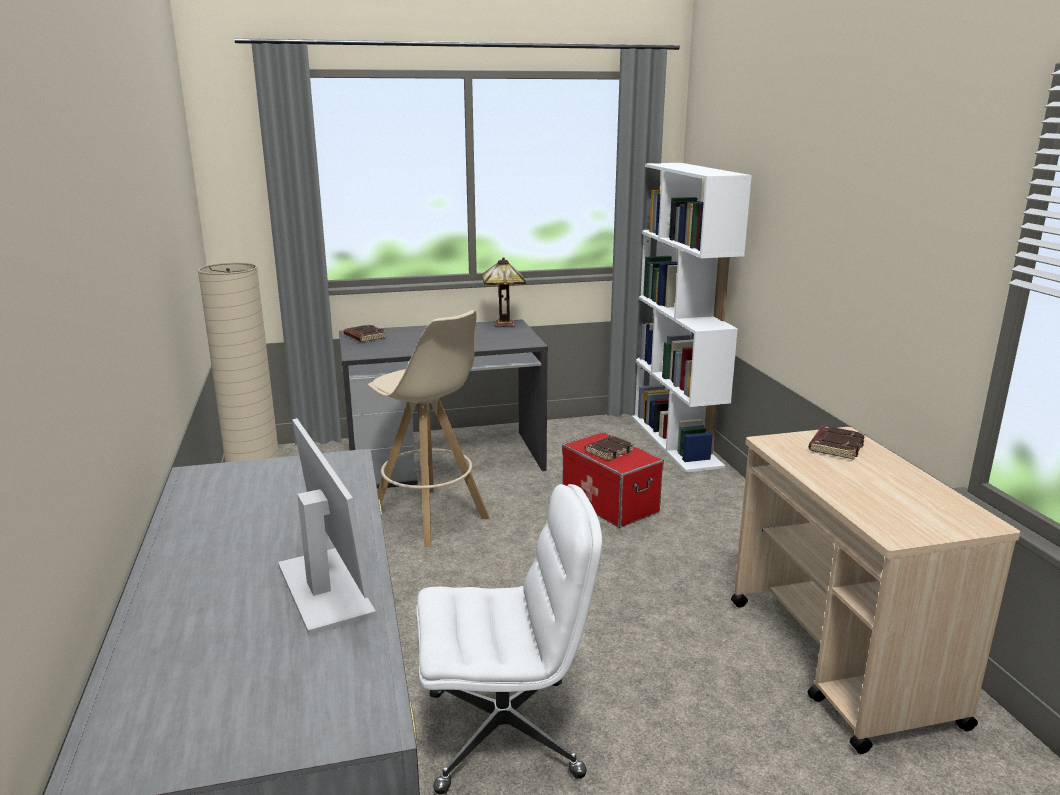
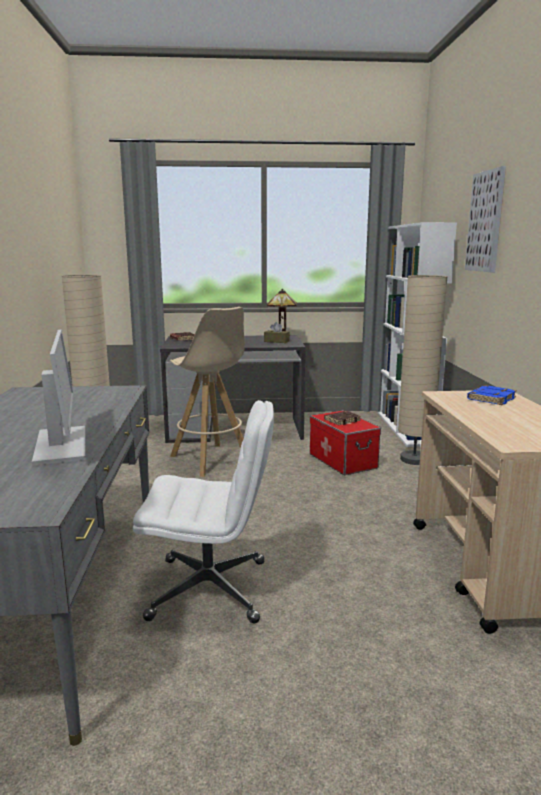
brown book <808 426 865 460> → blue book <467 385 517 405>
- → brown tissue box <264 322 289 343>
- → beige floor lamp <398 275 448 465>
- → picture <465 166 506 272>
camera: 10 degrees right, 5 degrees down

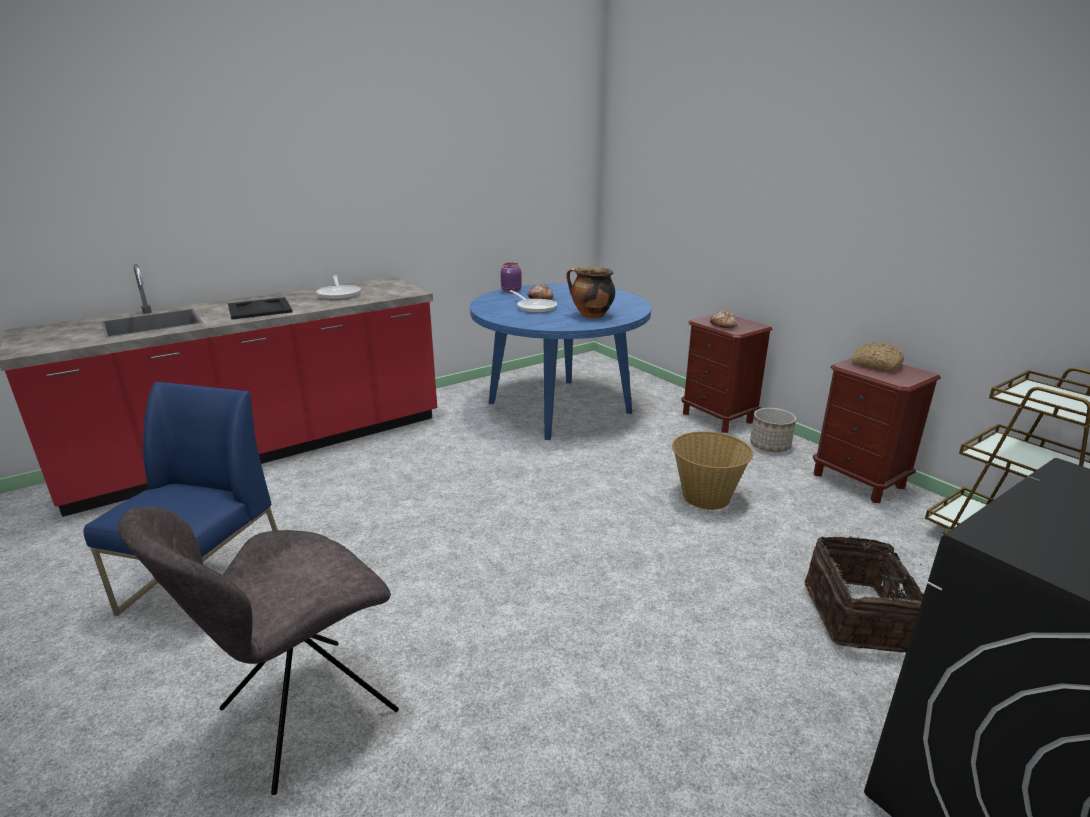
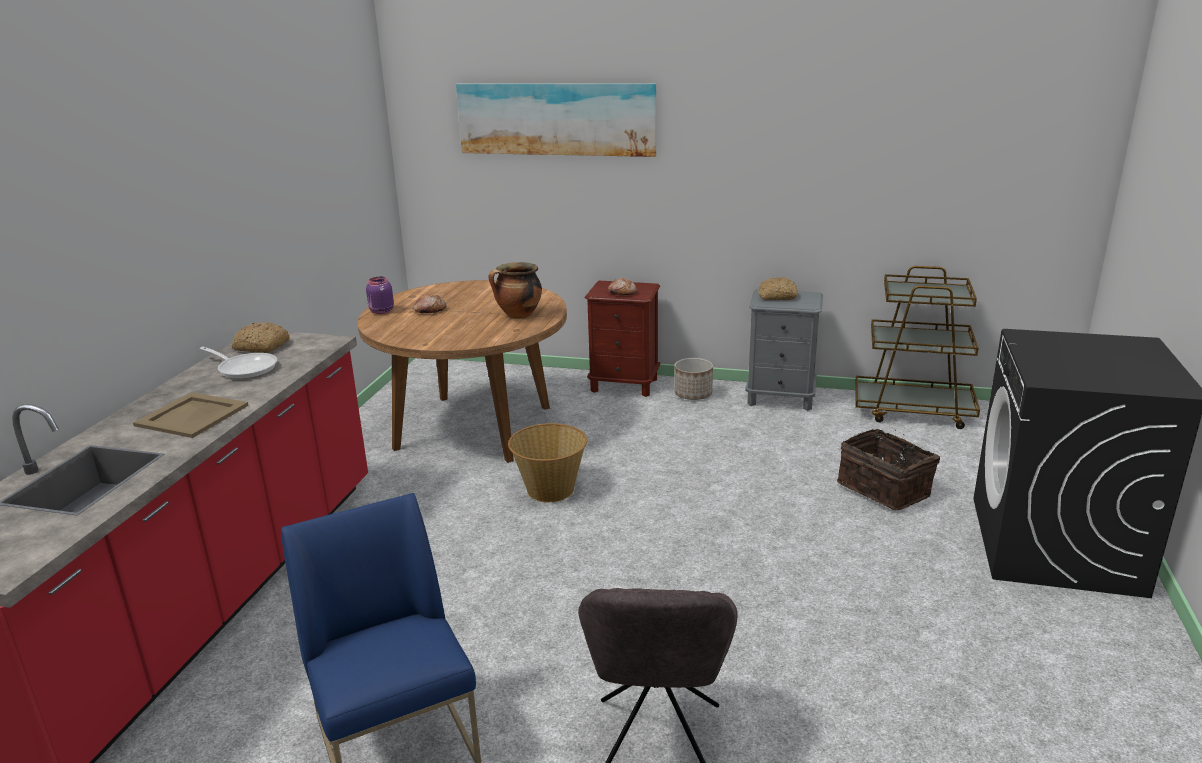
black tray <228 297 292 319> → beige tray <133 392 249 438>
blue dining table <470 284 651 440> → brown dining table <357 280 567 463>
frying pan <510 290 557 313> → -
basket <672 431 753 510> → basket <508 423 587 502>, moved
brown nightstand <813 358 941 503> → grey nightstand <745 289 823 411>
- → bread <232 322 290 353>
- → picture <456 84 656 157>
camera: 40 degrees left, 0 degrees up

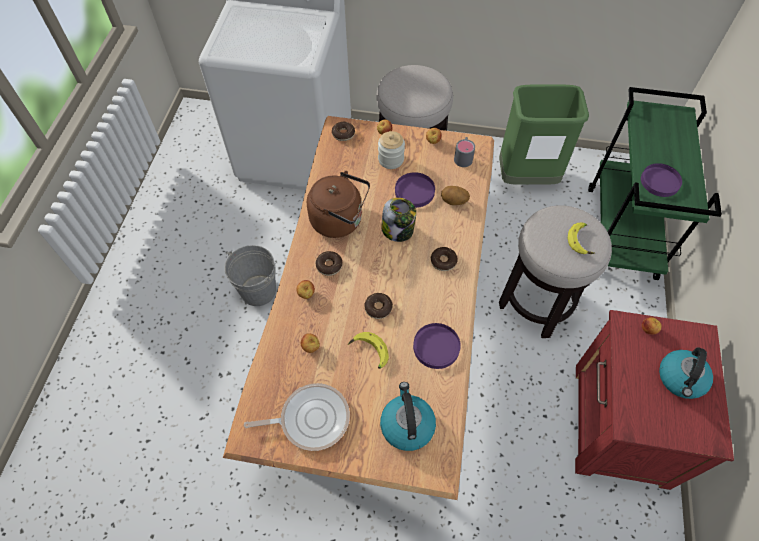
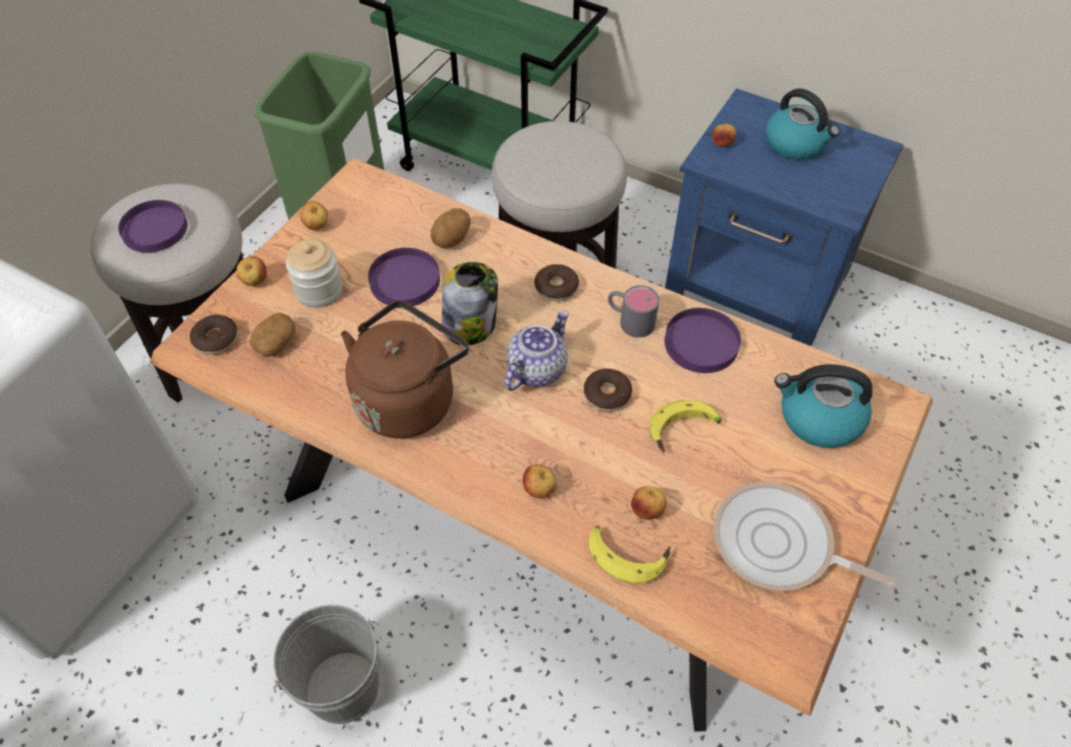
frying pan <244 383 350 451> → frying pan <714 482 897 591>, 75 degrees counterclockwise
donut <315 251 343 276> → -
grey mug <454 137 475 167> → grey mug <608 285 659 338>, moved
banana <567 223 594 254> → banana <588 526 670 584>, moved
red nightstand <575 310 734 490> → blue nightstand <665 88 904 346>
purple plate <641 163 682 197> → purple plate <118 200 188 253>, moved
- → potato <250 313 295 357>
- → teapot <504 311 569 391>
camera: 70 degrees left, 5 degrees down

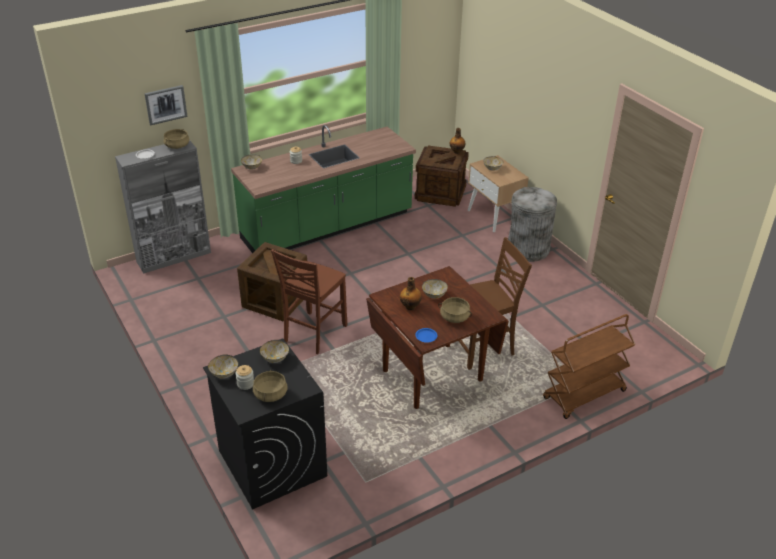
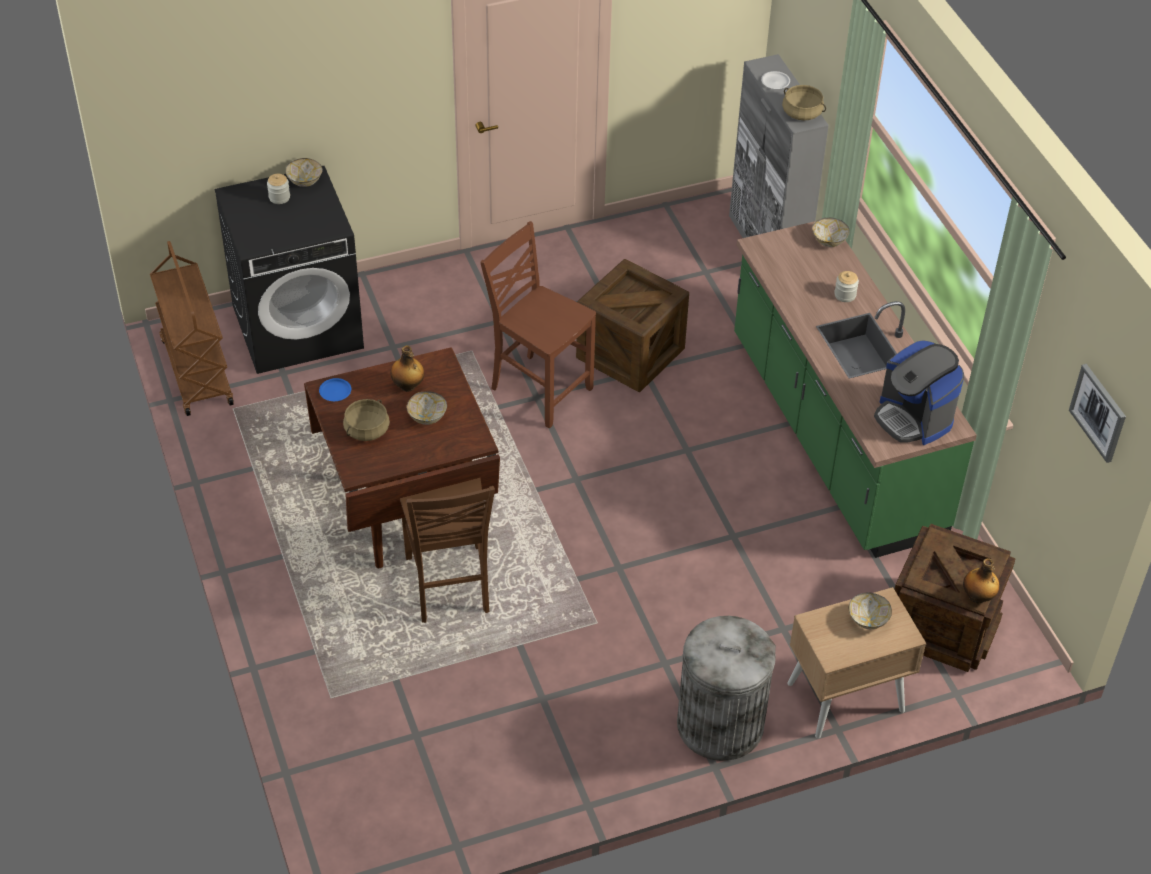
picture <144 85 188 125> → picture <1069 364 1126 463>, moved
beige cooking pot <253 370 287 402> → -
bowl <260 340 289 363> → -
brown cart <543 314 636 419> → brown cart <150 241 234 416>, moved
- → coffee machine <874 340 964 445>
camera: 100 degrees right, 10 degrees up

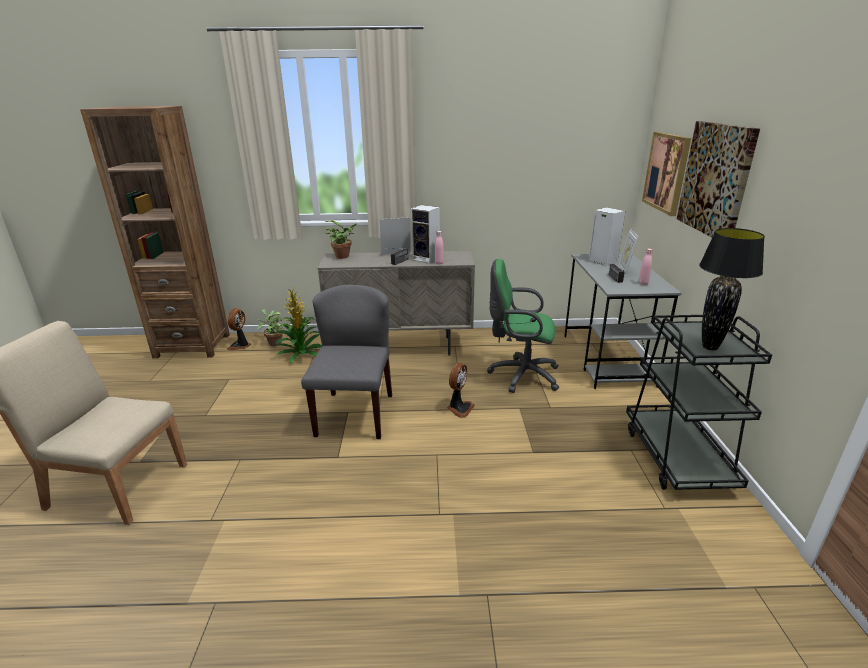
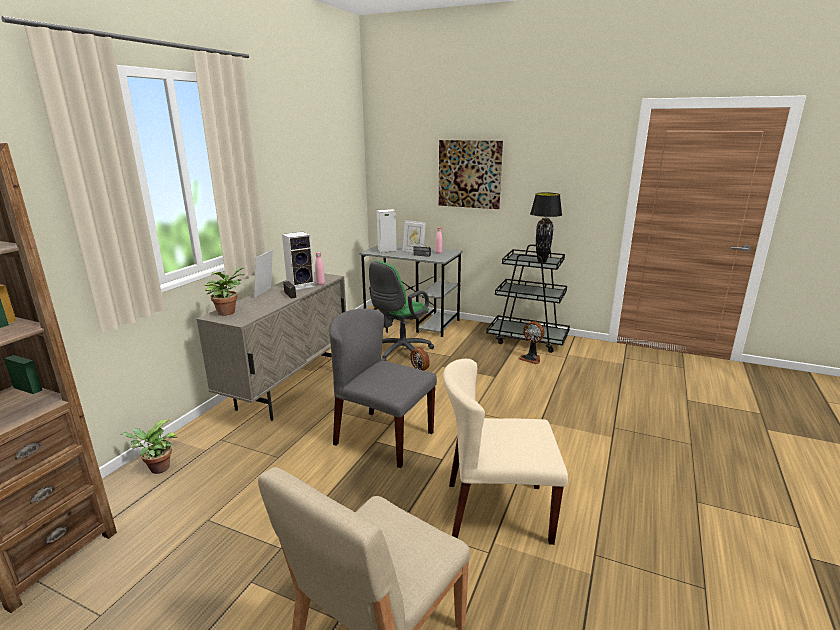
fan <227 308 251 351> → fan <518 321 544 364>, moved
potted plant <276 288 322 363> → -
picture <642 132 691 216> → -
- → beige chair <443 359 568 545>
camera: 65 degrees left, 5 degrees down

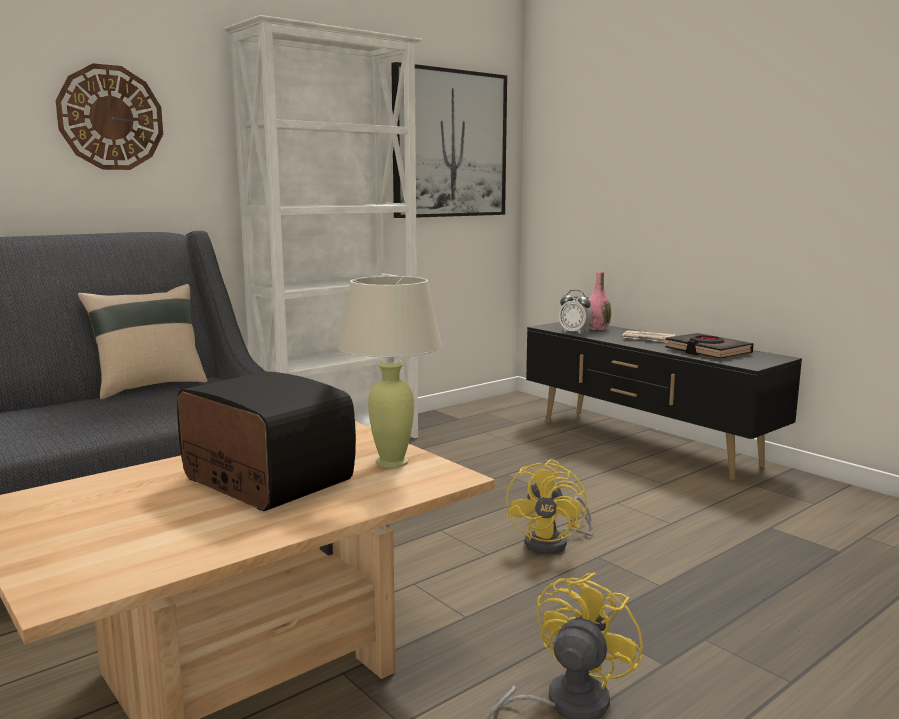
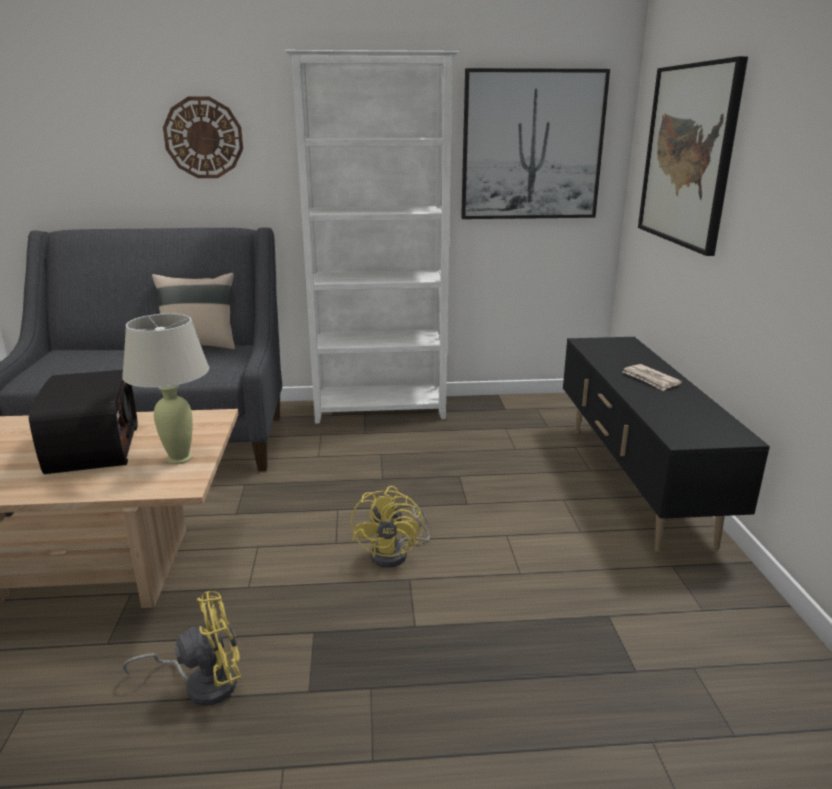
yellow fan <506 459 593 555> → yellow fan <351 486 430 568>, 45 degrees counterclockwise
alarm clock <559 290 592 334> → -
pink vase <588 272 611 330> → -
black book <665 333 754 359> → -
- → picture <638 56 748 256>
camera: 35 degrees right, 10 degrees up

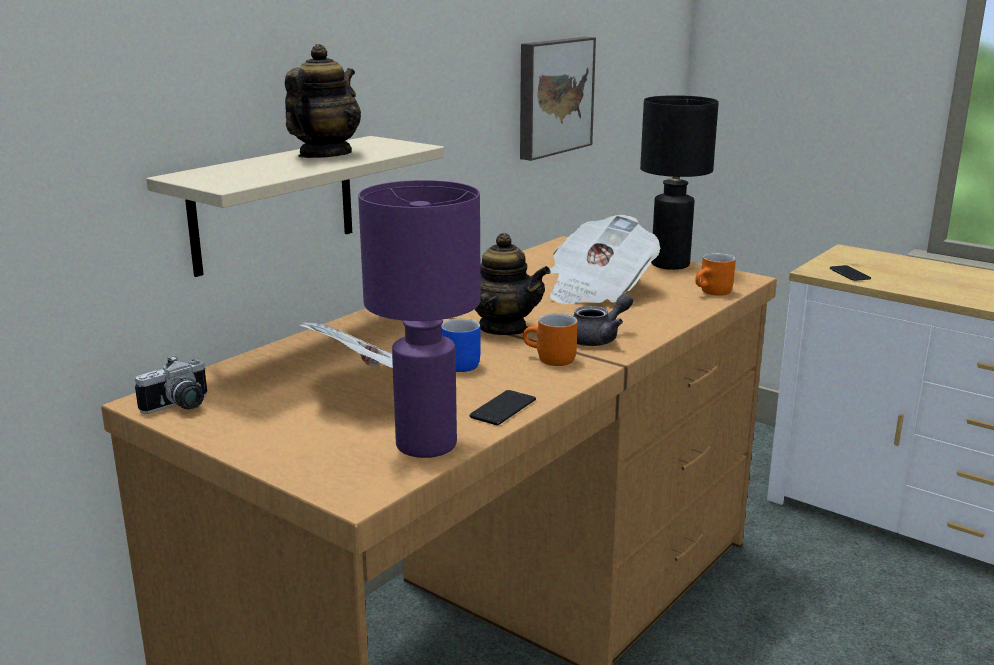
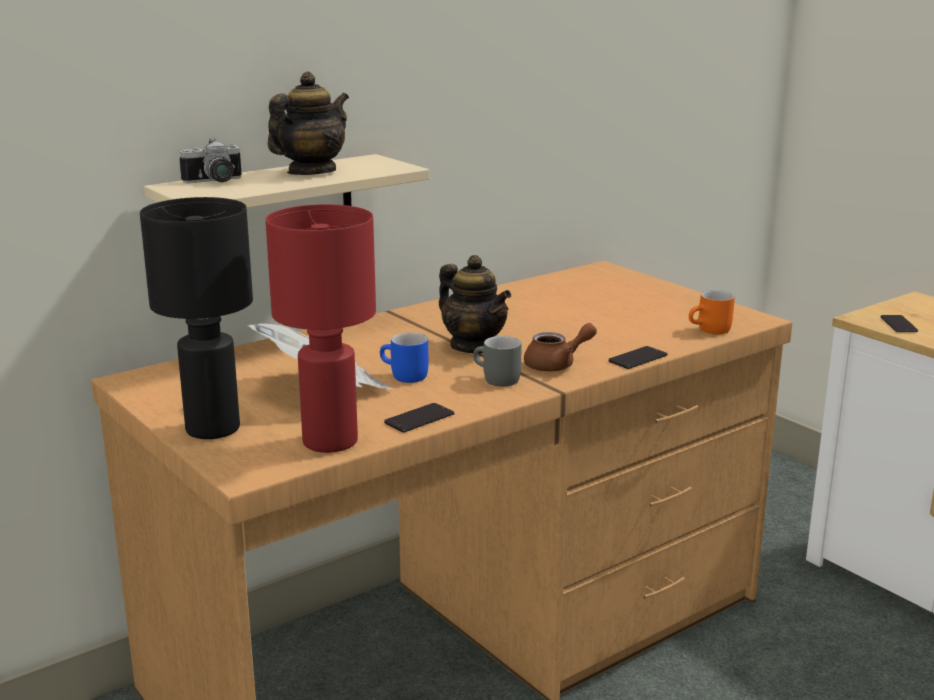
photo camera <135 356 207 414> → photo camera <179 138 242 183>, moved
purple table lamp <358 180 481 458> → red table lamp <265 204 376 453>
picture <520 37 596 161> → -
orange mug <523 313 578 366> → grey mug <473 336 522 387>
newspaper <550 215 660 304> → -
grey teapot <573 293 633 346> → brown teapot <524 323 597 371>
black table lamp <640 95 719 270> → black table lamp <140 197 253 439>, moved
- → phone <608 346 668 369>
camera: 15 degrees right, 0 degrees up

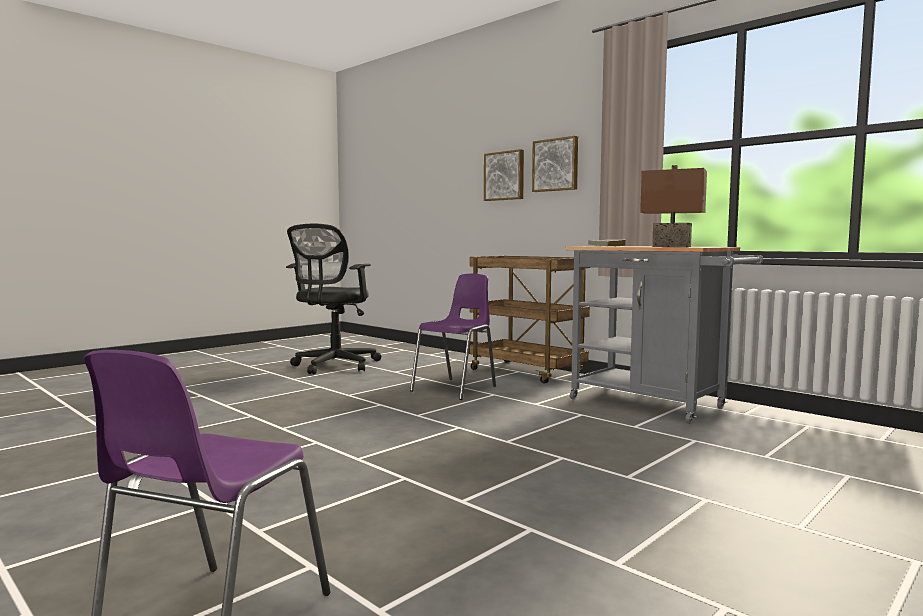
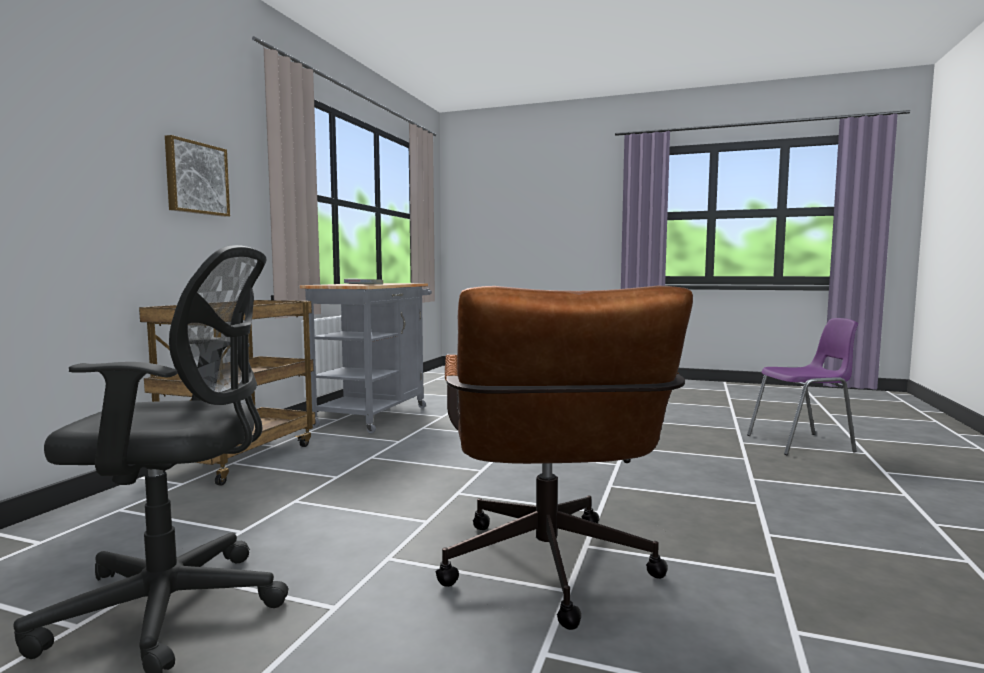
purple chair <410 274 496 400> → -
picture <484 149 524 201> → -
brown table lamp <640 165 707 247> → -
- → brown office chair <435 286 693 630>
camera: 115 degrees left, 0 degrees up

